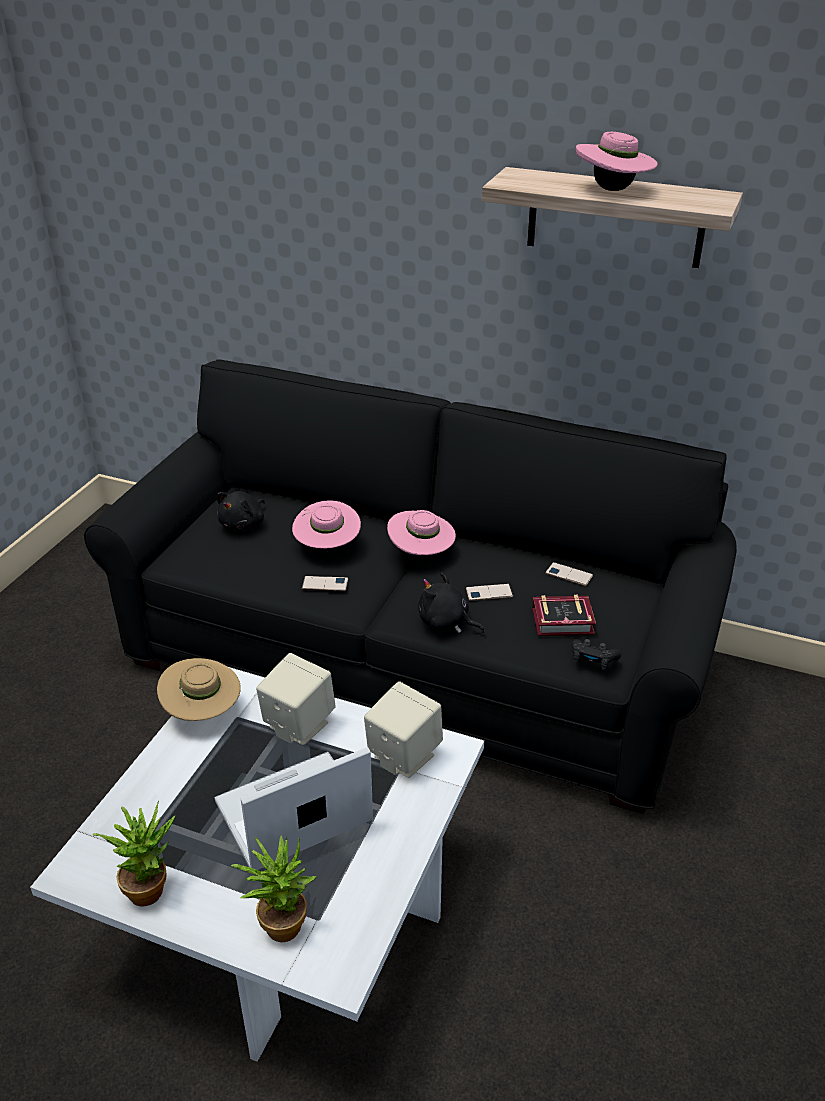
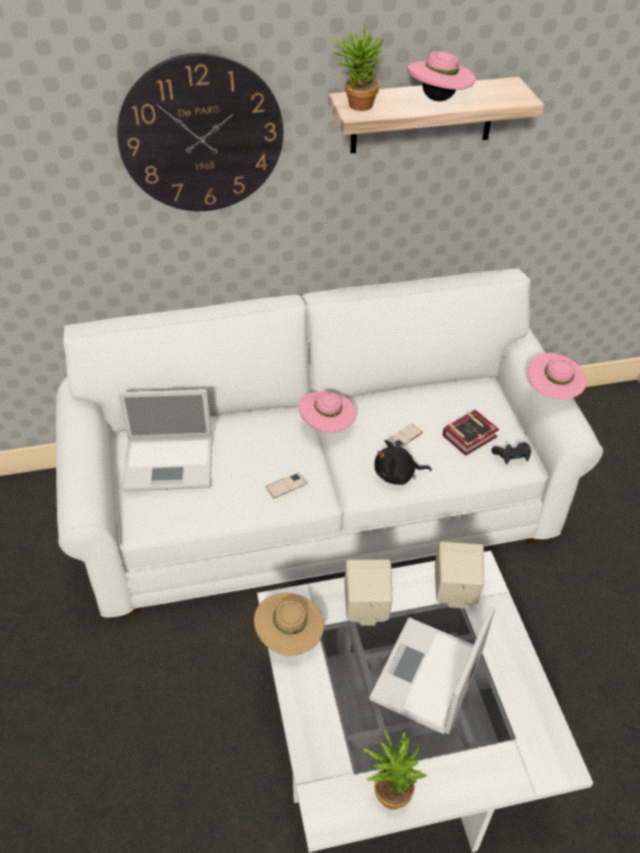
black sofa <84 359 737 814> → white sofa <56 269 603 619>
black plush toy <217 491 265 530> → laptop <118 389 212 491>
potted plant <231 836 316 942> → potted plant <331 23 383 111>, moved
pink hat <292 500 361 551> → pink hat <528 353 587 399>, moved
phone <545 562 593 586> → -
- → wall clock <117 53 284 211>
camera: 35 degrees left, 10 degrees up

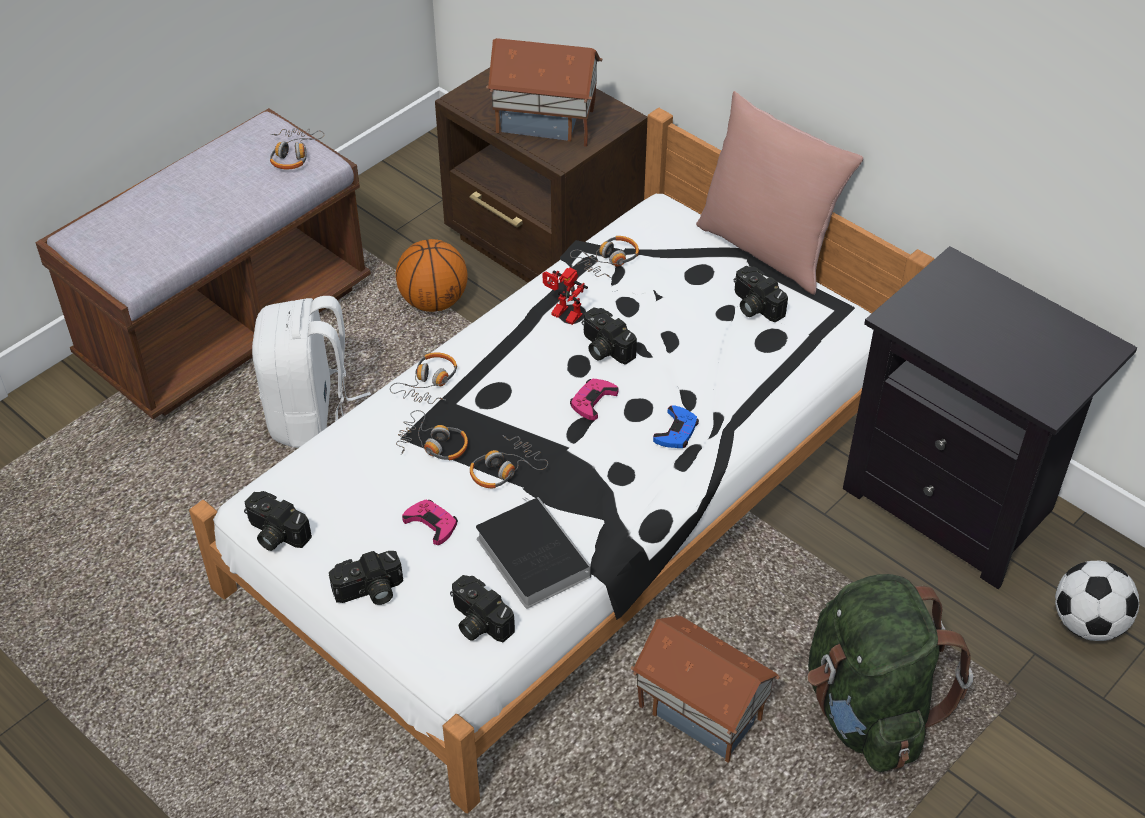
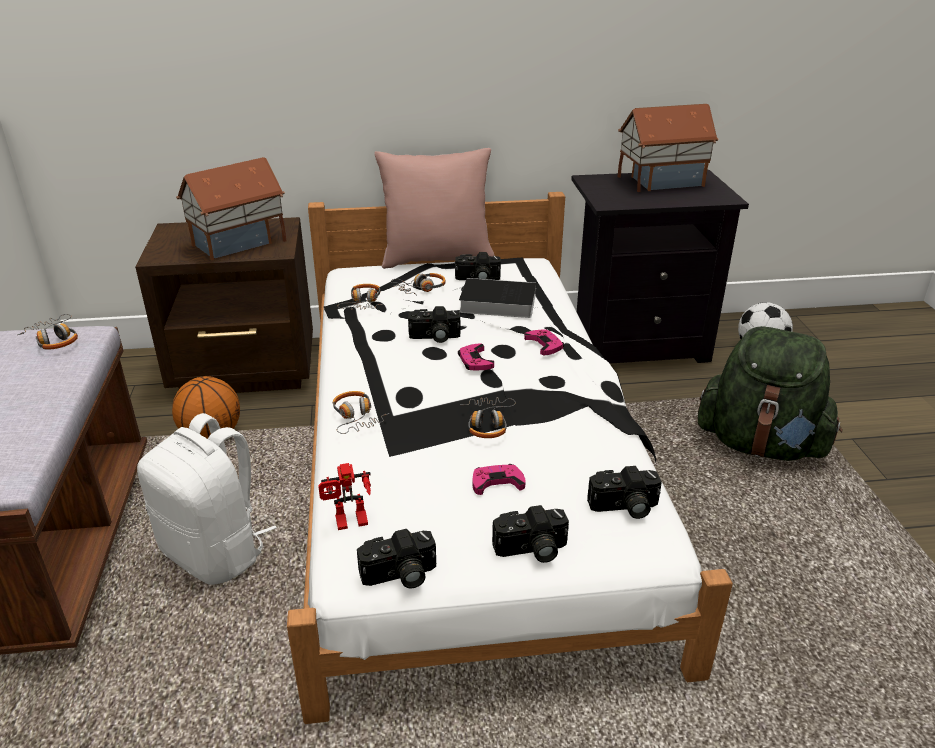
photo camera <329 551 403 605> → photo camera <492 505 569 563>, 60 degrees clockwise
headphones <396 410 468 460> → headphones <390 273 446 295>, moved
book <476 497 591 608> → book <453 278 536 318>, moved
toy robot <543 267 588 325> → toy robot <318 463 371 530>, moved
toy house <630 615 780 763> → toy house <618 104 719 192>, moved
blue game controller <653 405 699 448> → pink game controller <524 329 564 355>
camera: 50 degrees left, 15 degrees down

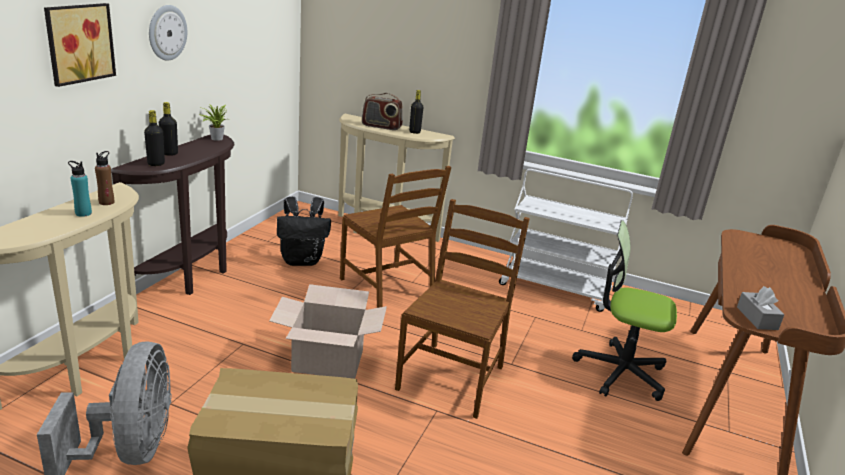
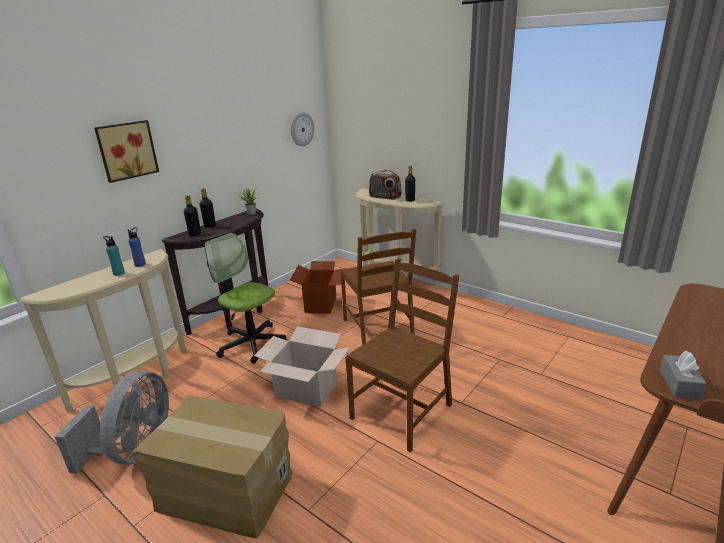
brown bottle <95 151 114 205> → blue bottle <128 228 146 267>
wall clock <149 5 187 61> → wall clock <291 112 314 146>, moved
black backpack <277 197 331 266> → cardboard box <290 261 347 314>
white cart <499 169 633 312> → -
office chair <572 220 677 401> → office chair <205 233 287 363>, moved
camera: 20 degrees right, 0 degrees up

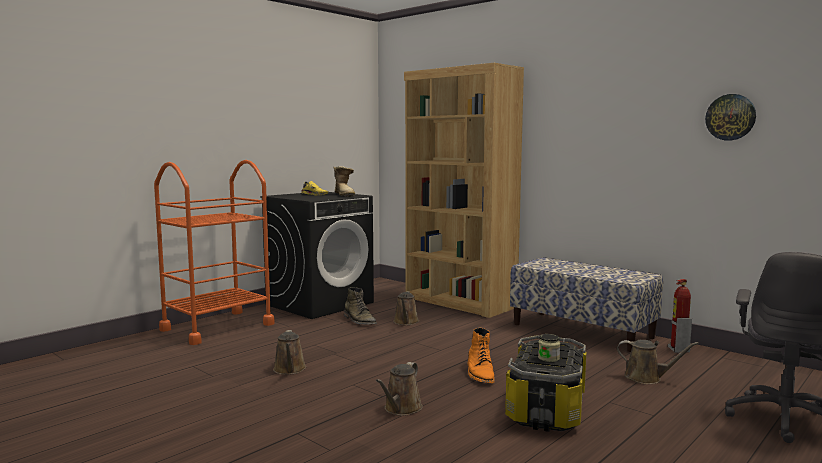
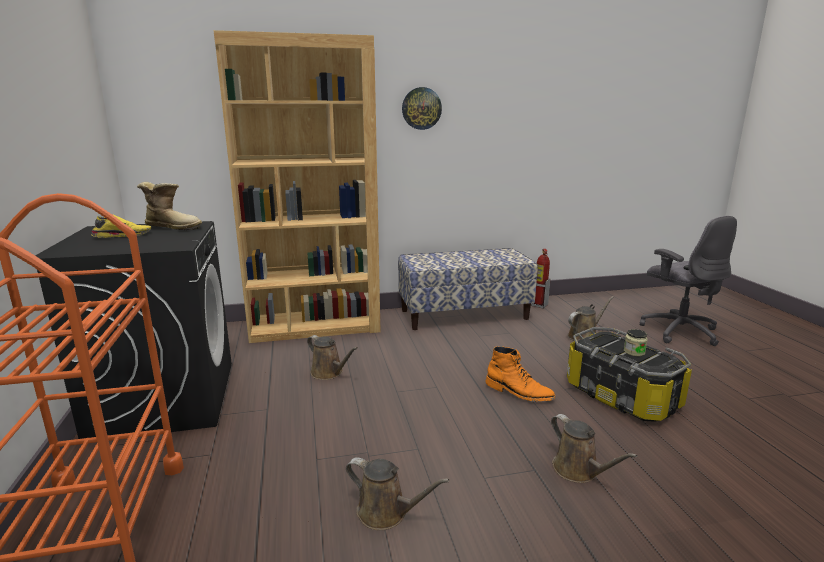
green boot <344 287 377 325> → -
wall clock <705 94 756 140> → wall clock <402 87 442 130>, moved
camera: 55 degrees left, 10 degrees up

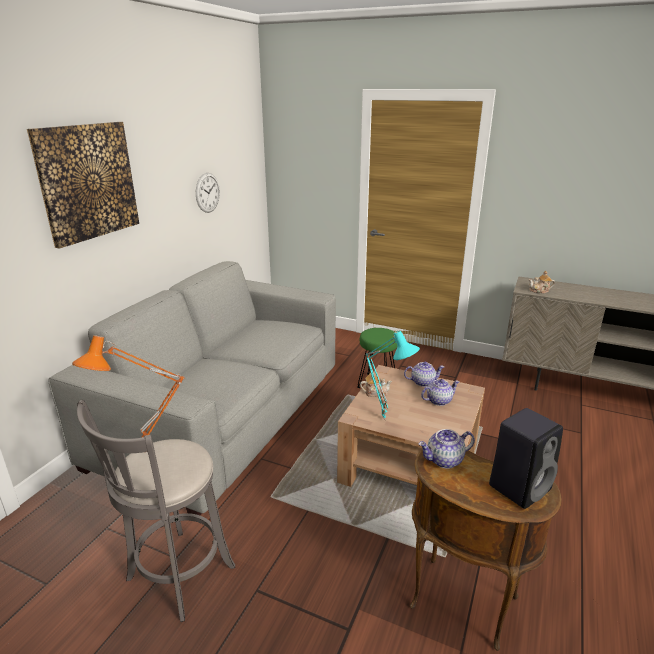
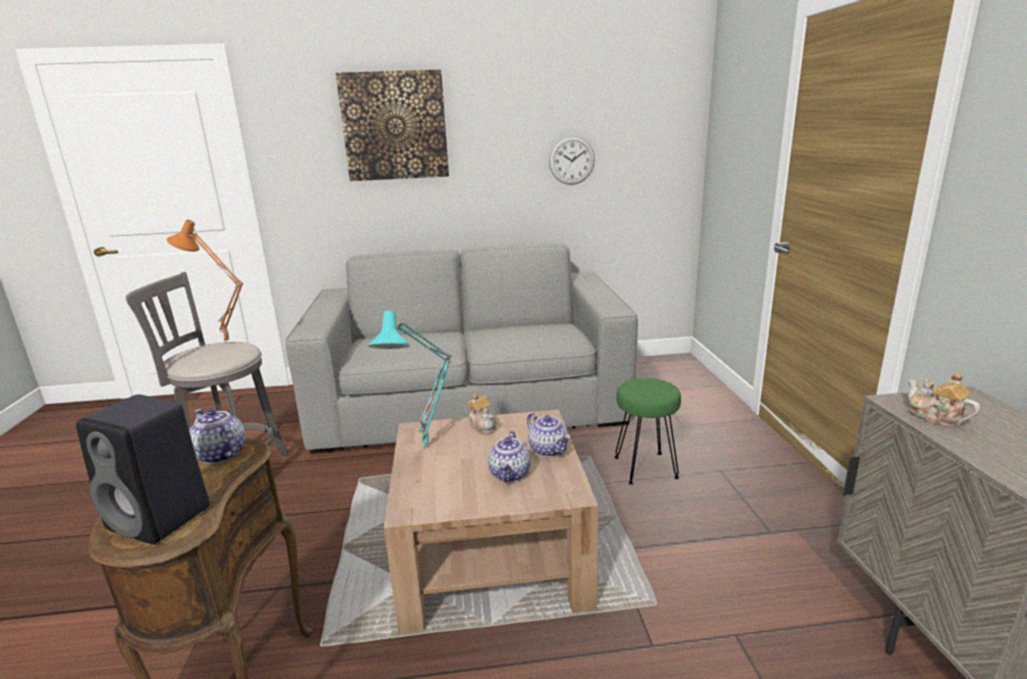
teapot <421 379 459 406> → teapot <488 431 530 482>, 60 degrees clockwise
camera: 60 degrees right, 5 degrees down

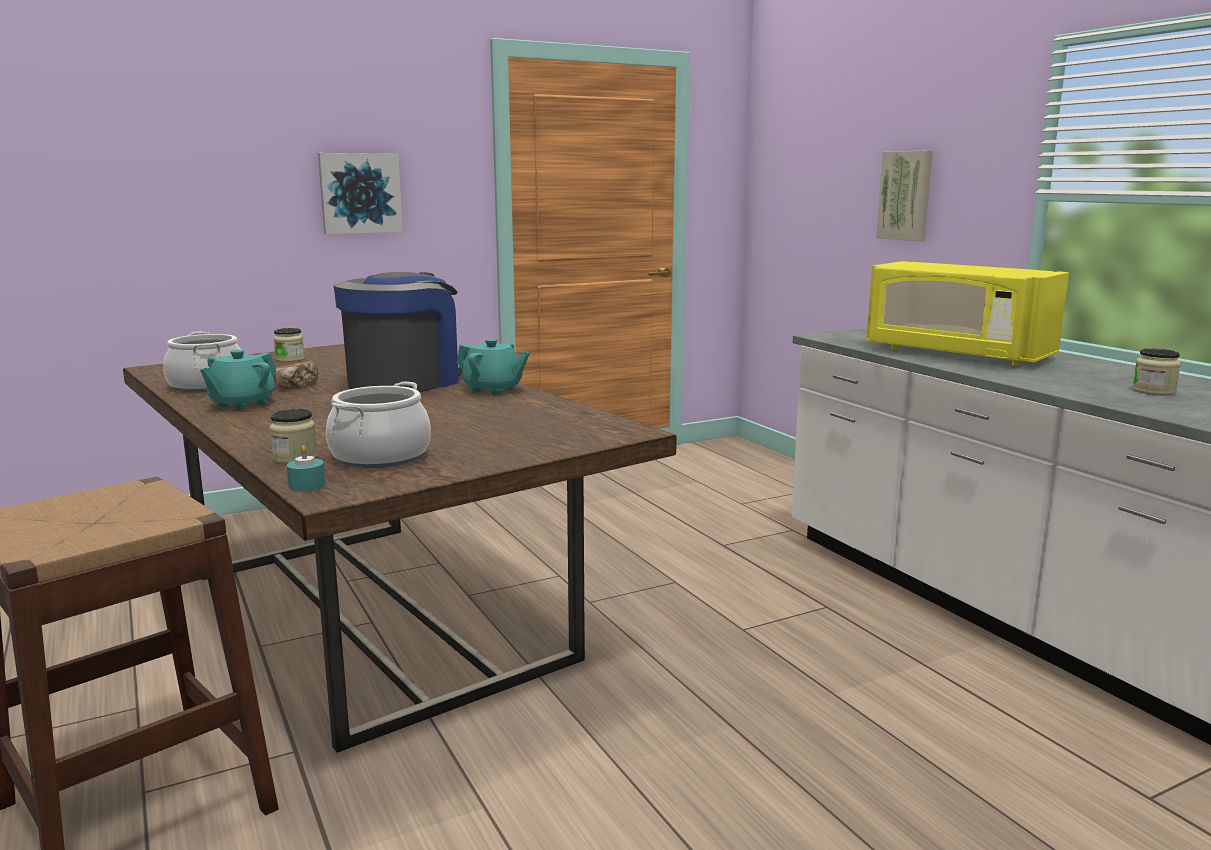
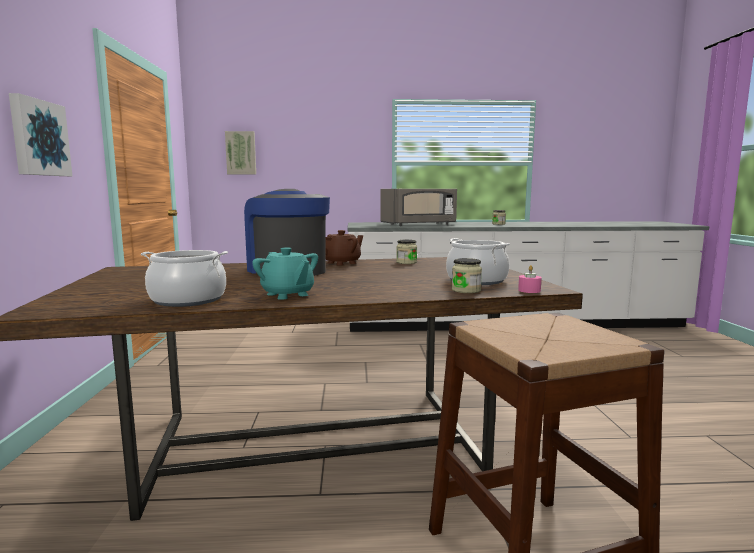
jar <273 328 305 362> → jar <396 240 417 264>, moved
bread <273 361 318 389> → -
turquoise candle <287 445 325 492> → pink candle <518 265 542 293>
turquoise teapot <457 339 530 395> → brown teapot <325 230 363 266>
yellow microwave <866 261 1069 366> → grey microwave <381 189 457 226>
picture <876 151 933 241> → picture <225 131 256 175>, moved
camera: 65 degrees left, 5 degrees down

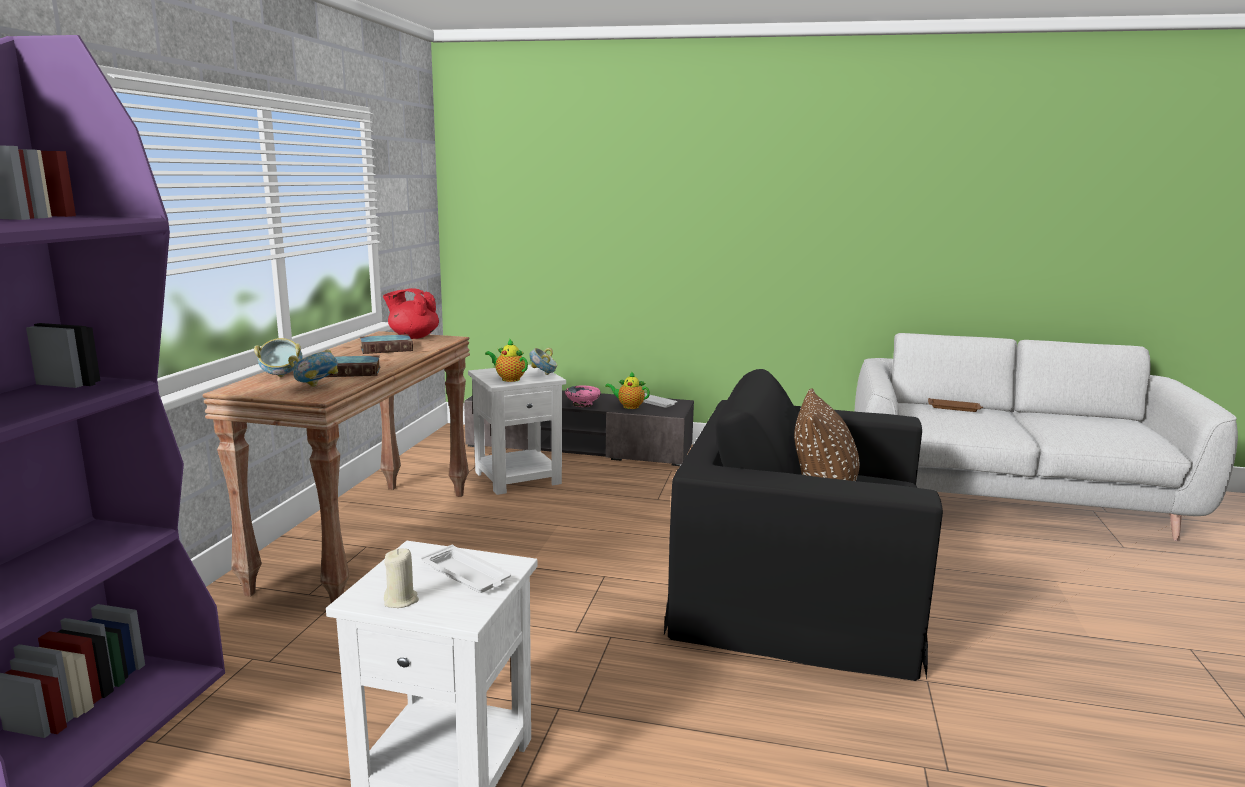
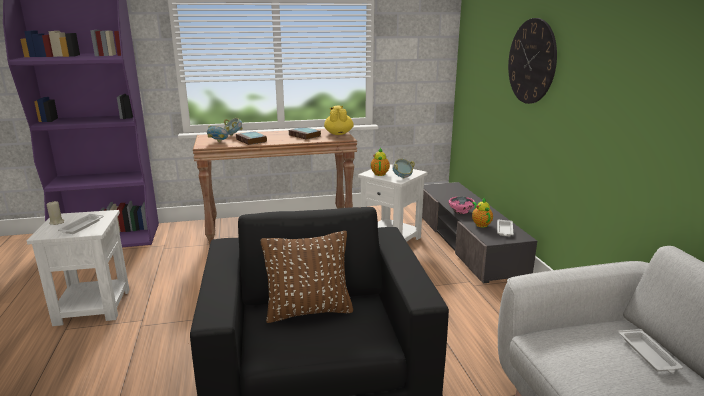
red teapot <383 288 439 339> → yellow teapot <324 105 354 135>
brown tray <928 398 983 412> → white tray <619 329 683 373>
- → wall clock <508 18 557 104>
camera: 65 degrees right, 5 degrees up

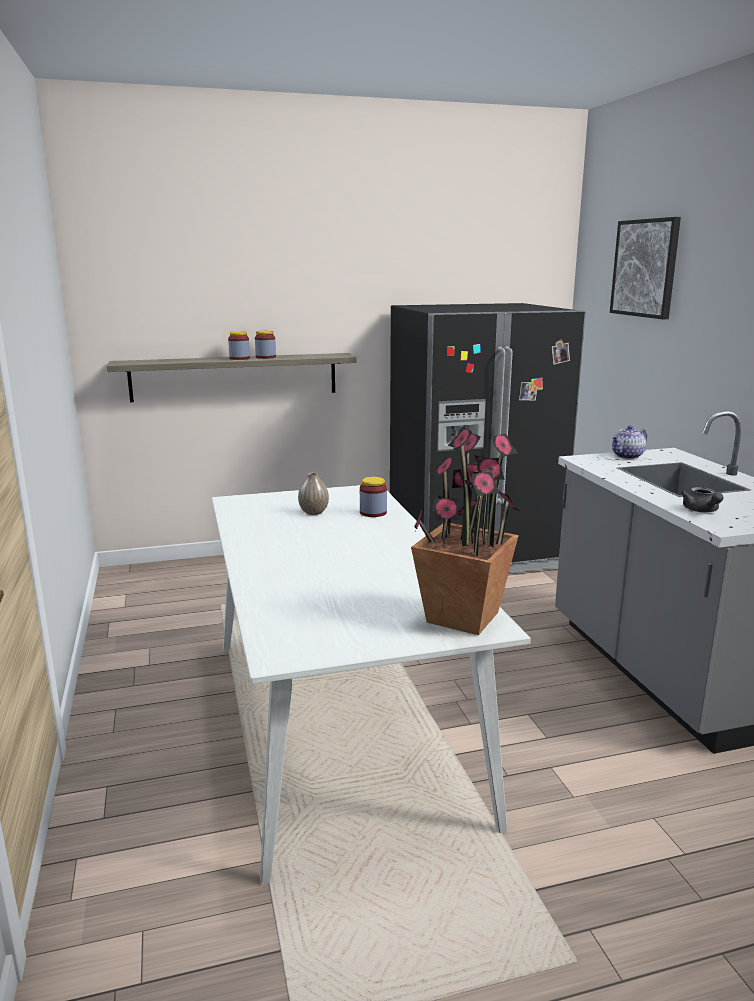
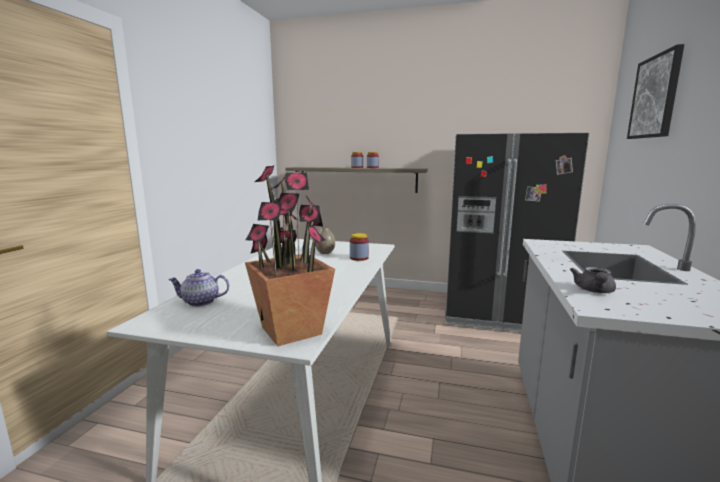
teapot <611 425 647 459> → teapot <168 269 229 307>, moved
camera: 30 degrees right, 5 degrees down

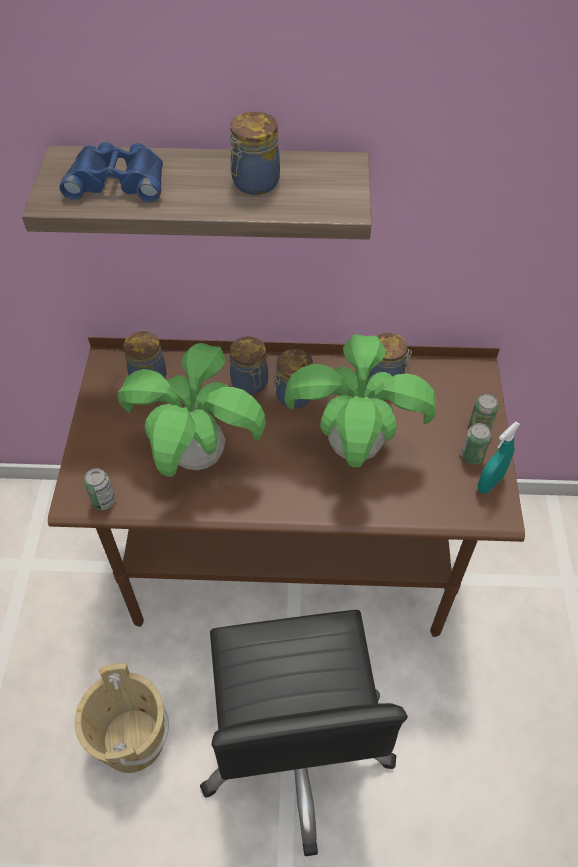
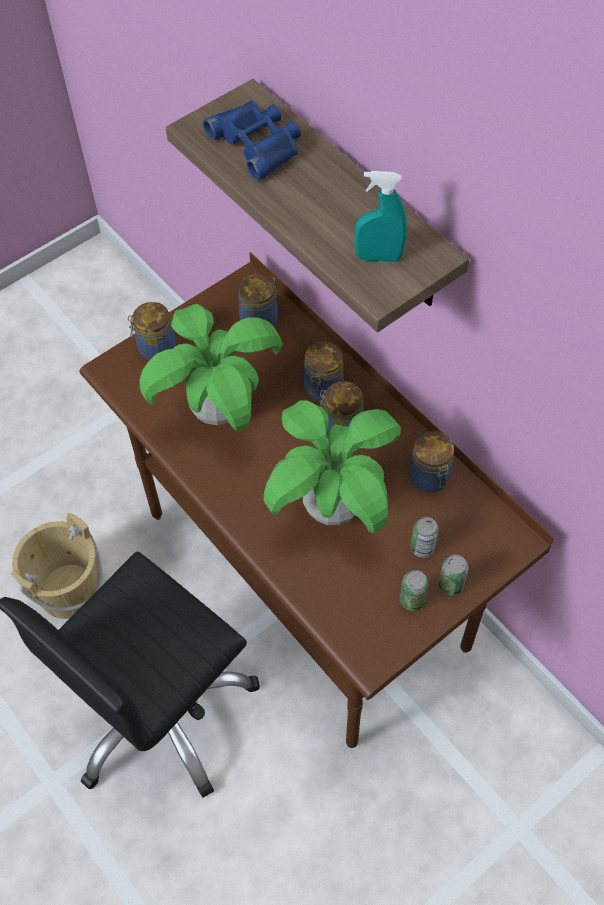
can <84 468 115 510> → can <411 517 439 558>, moved
jar <230 112 280 195> → jar <128 302 176 360>, moved
turquoise spray bottle <478 422 520 494> → turquoise spray bottle <355 171 407 262>, moved
camera: 50 degrees right, 5 degrees up

